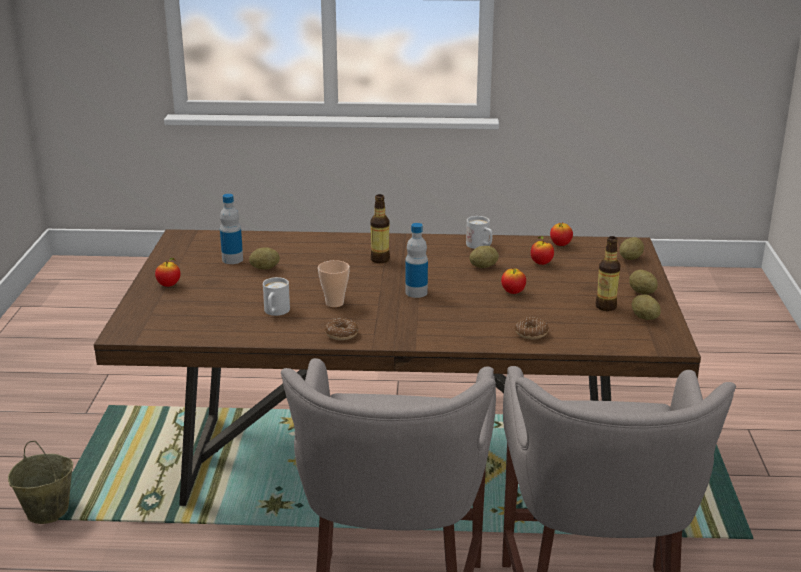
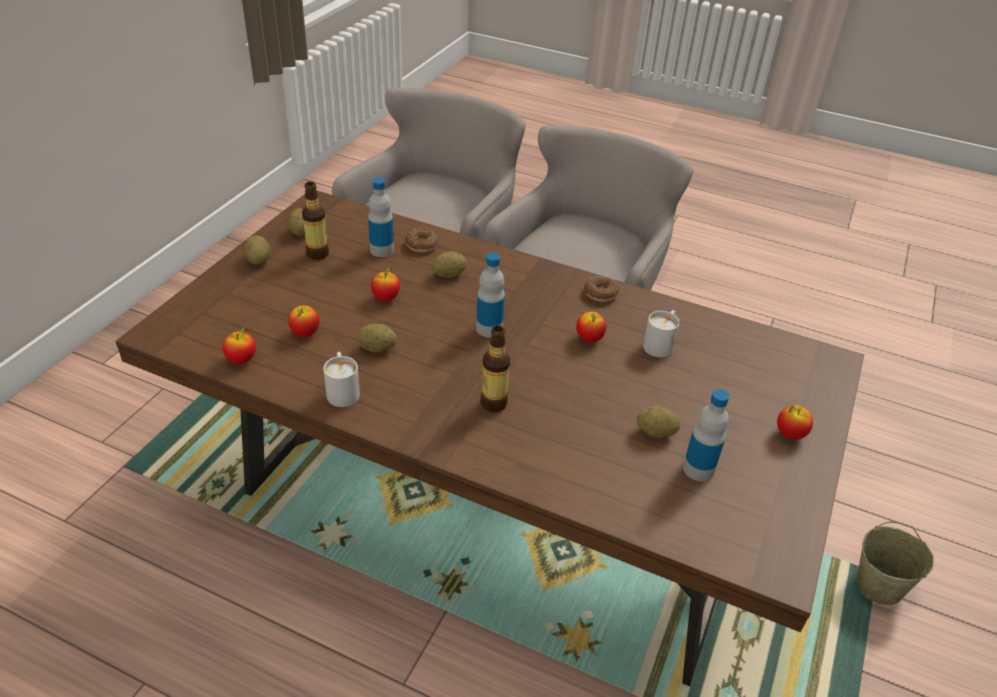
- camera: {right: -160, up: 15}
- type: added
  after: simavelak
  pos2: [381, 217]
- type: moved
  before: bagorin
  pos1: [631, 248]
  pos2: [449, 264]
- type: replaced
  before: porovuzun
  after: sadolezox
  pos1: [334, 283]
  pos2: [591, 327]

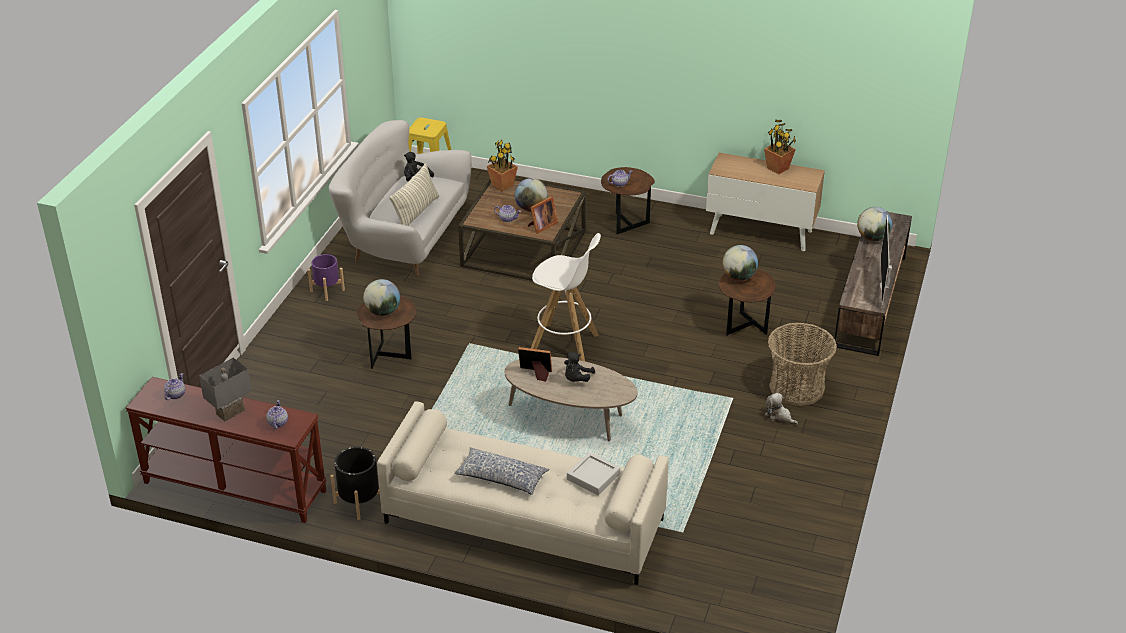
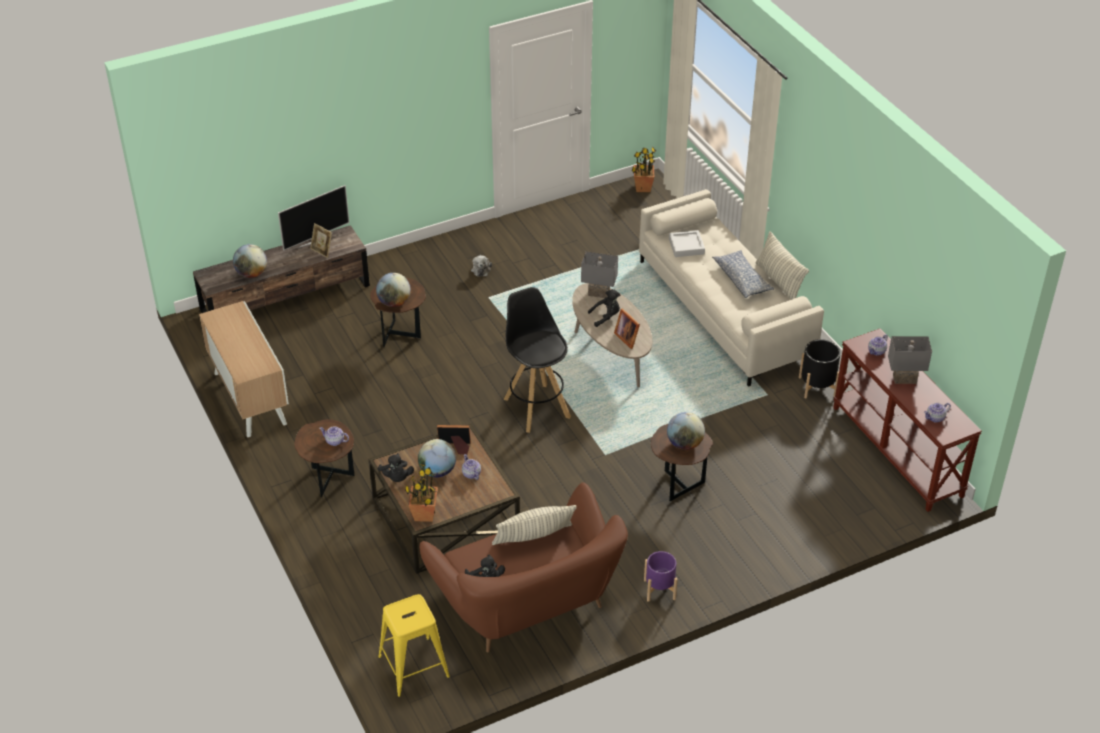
- camera: {right: -135, up: 5}
- type: added
  after: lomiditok
  pos2: [321, 240]
- type: added
  after: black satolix
  pos2: [396, 467]
- type: recoloured
  before: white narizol
  after: brown narizol
  pos1: [400, 198]
  pos2: [523, 567]
- type: recoloured
  before: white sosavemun
  after: black sosavemun
  pos1: [566, 297]
  pos2: [537, 360]
- type: added
  after: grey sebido
  pos2: [599, 274]
- type: moved
  before: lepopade
  pos1: [780, 147]
  pos2: [643, 169]
- type: added
  after: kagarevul
  pos2: [782, 265]
- type: removed
  before: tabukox
  pos1: [802, 364]

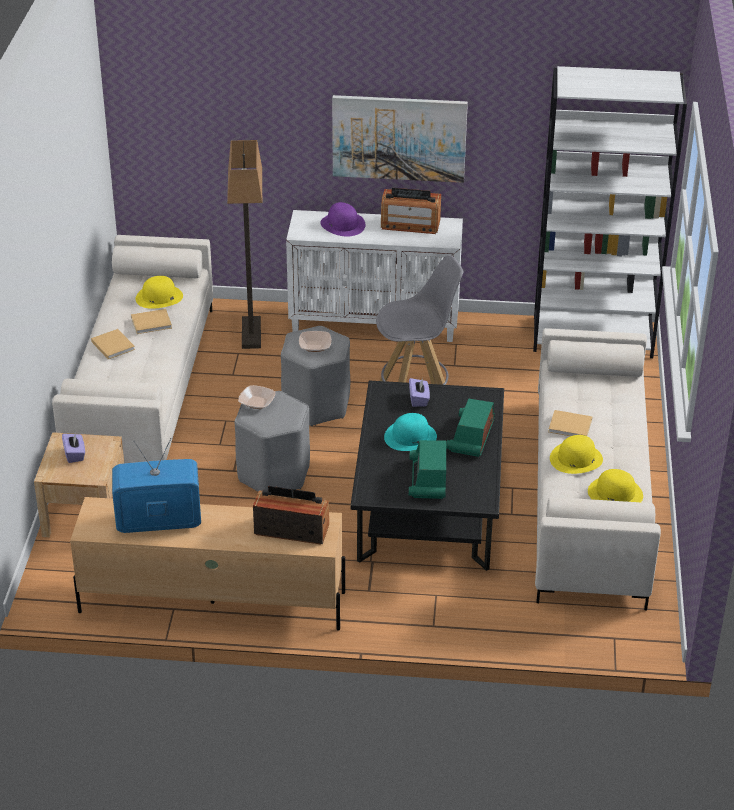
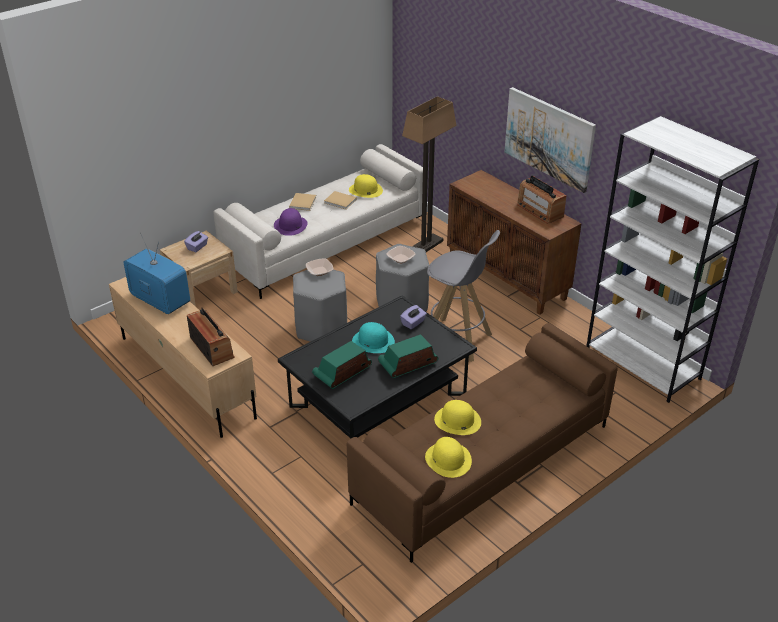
- camera: {right: 45, up: 0}
- type: moved
  before: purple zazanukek
  pos1: [343, 219]
  pos2: [291, 222]
- type: recoloured
  before: white narizol
  after: brown narizol
  pos1: [598, 469]
  pos2: [482, 443]
- type: recoloured
  before: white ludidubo
  after: brown ludidubo
  pos1: [374, 276]
  pos2: [514, 242]
- type: removed
  before: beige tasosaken
  pos1: [570, 423]

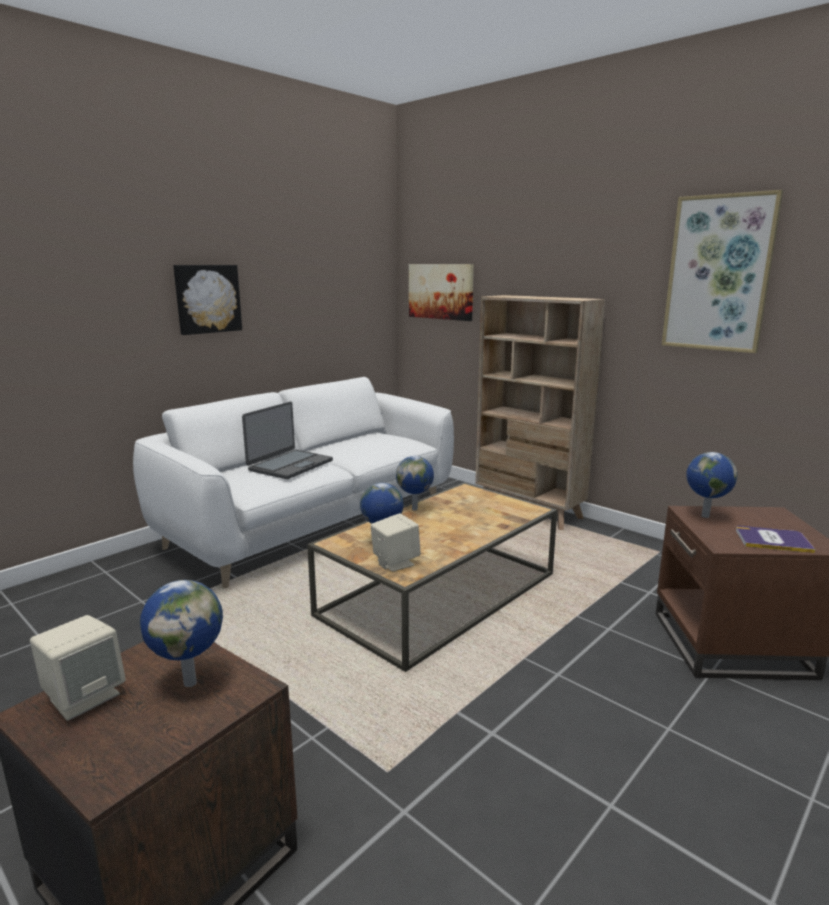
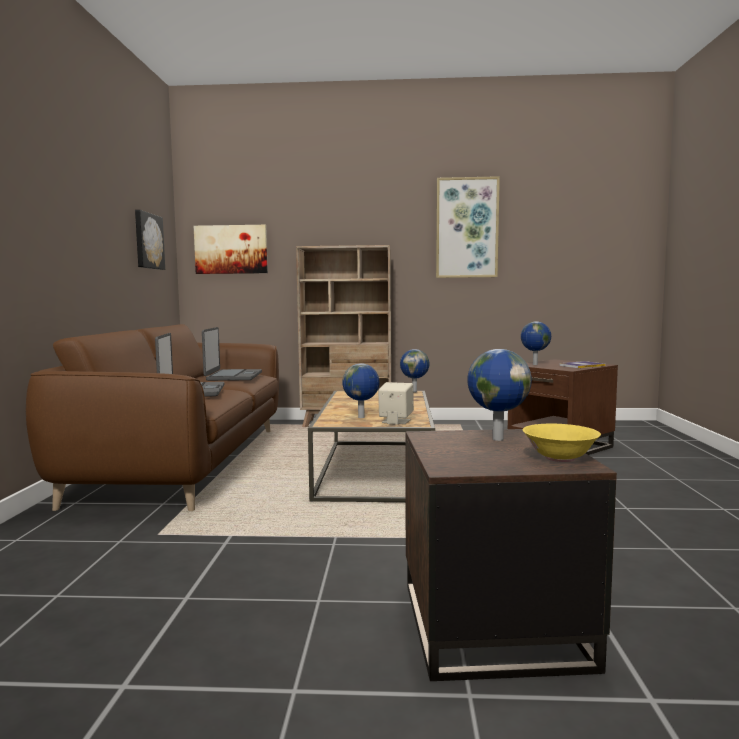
- camera: {right: -40, up: -10}
- type: recoloured
  before: white narizol
  after: brown narizol
  pos1: [293, 482]
  pos2: [152, 417]
- type: moved
  before: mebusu
  pos1: [207, 300]
  pos2: [150, 240]
- type: added
  after: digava
  pos2: [232, 354]
- type: moved
  before: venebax
  pos1: [415, 483]
  pos2: [414, 370]
- type: added
  after: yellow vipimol
  pos2: [561, 443]
- type: removed
  before: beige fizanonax
  pos1: [78, 668]

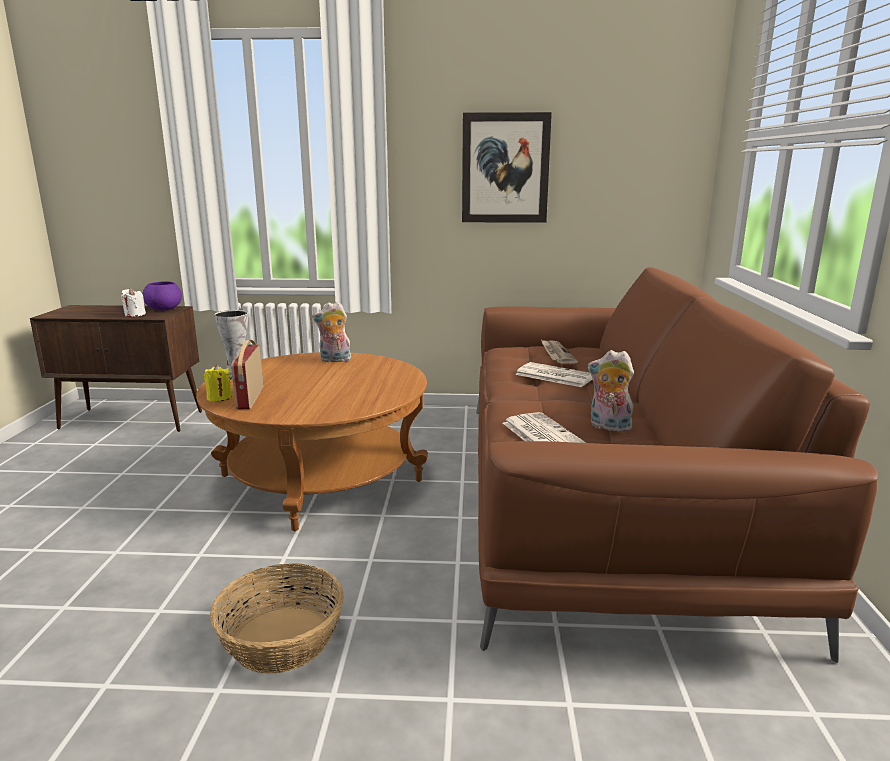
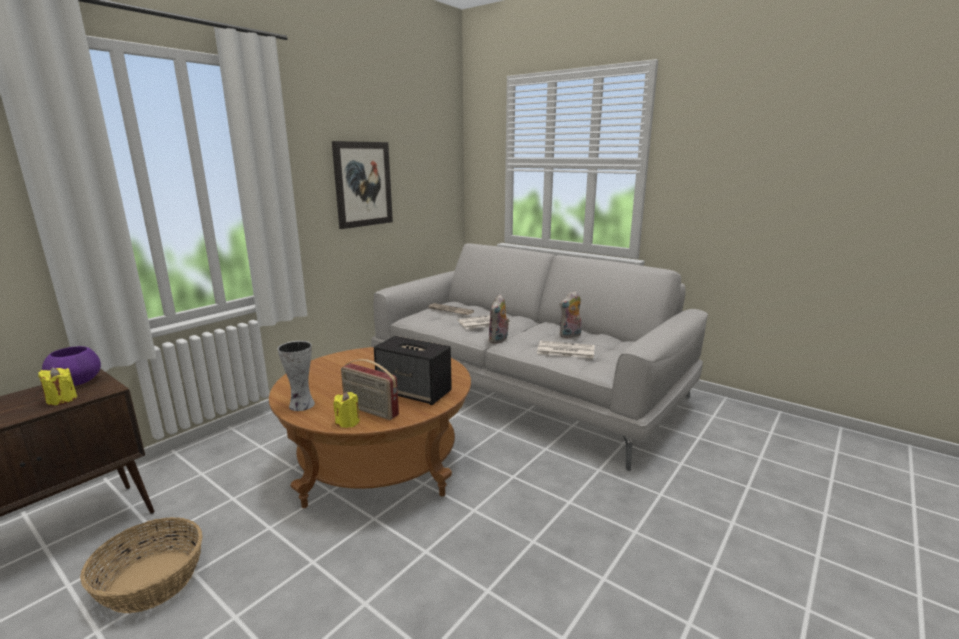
- camera: {right: -55, up: 0}
- type: recoloured
  before: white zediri
  after: yellow zediri
  pos1: [133, 302]
  pos2: [57, 386]
- type: moved
  before: tabukox
  pos1: [277, 618]
  pos2: [141, 565]
- type: recoloured
  before: brown narizol
  after: grey narizol
  pos1: [677, 465]
  pos2: [539, 357]
- type: added
  after: fizanonax
  pos2: [413, 370]
- type: moved
  before: satolix
  pos1: [331, 332]
  pos2: [499, 319]

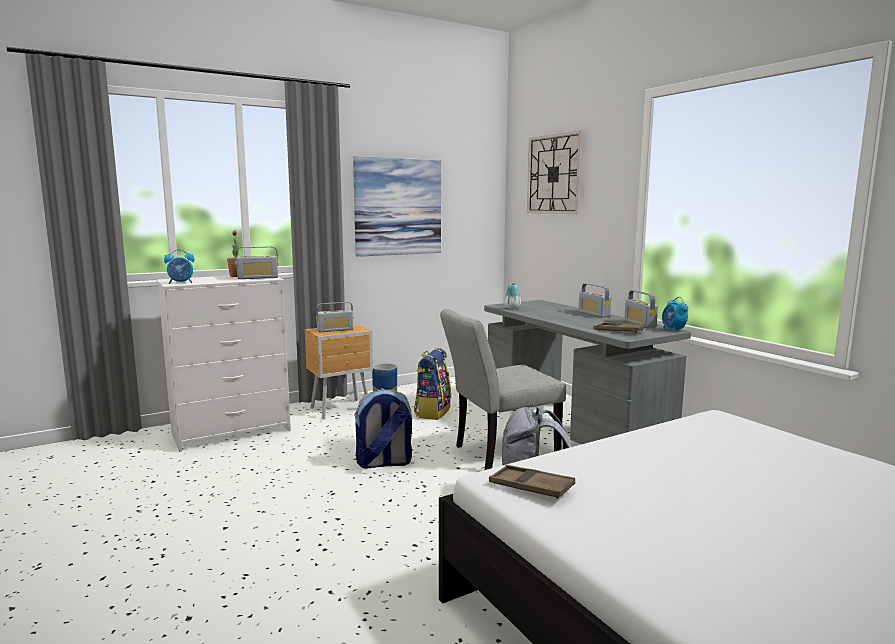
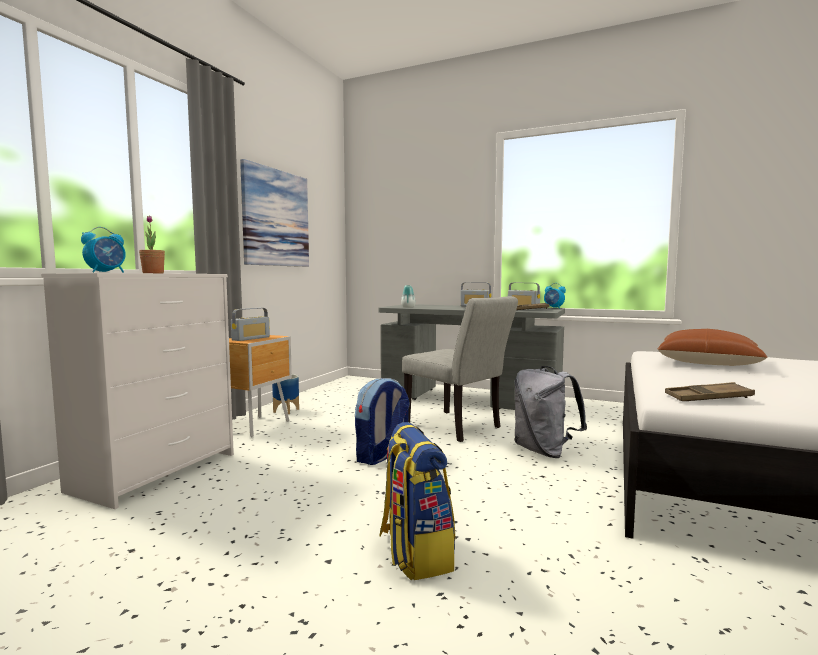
- camera: {right: -35, up: -5}
- type: moved
  before: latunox
  pos1: [432, 384]
  pos2: [417, 501]
- type: turned
  before: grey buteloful
  pos1: [503, 389]
  pos2: [460, 369]
  turn: -75
- type: added
  after: brown kagarevul
  pos2: [713, 347]
- type: removed
  before: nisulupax
  pos1: [257, 262]
- type: removed
  before: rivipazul
  pos1: [555, 172]

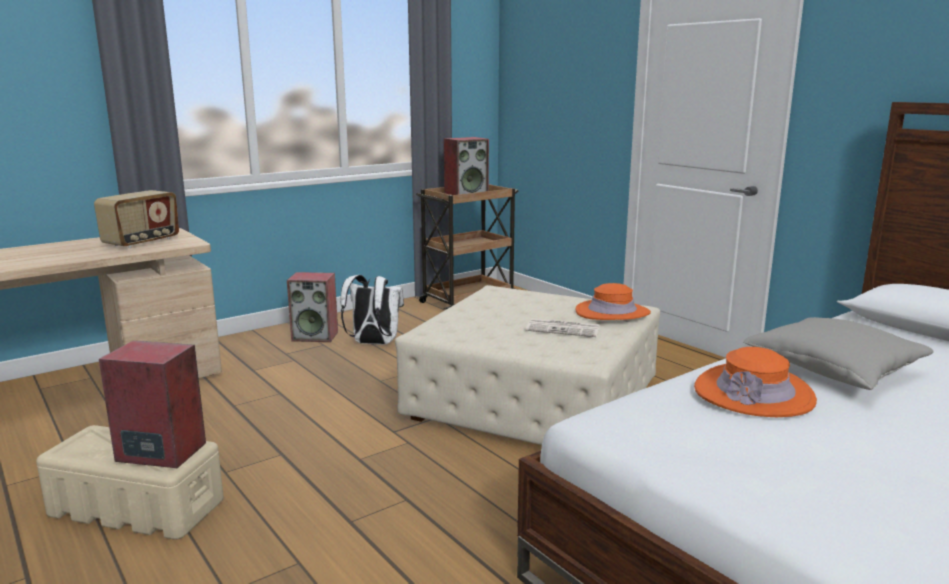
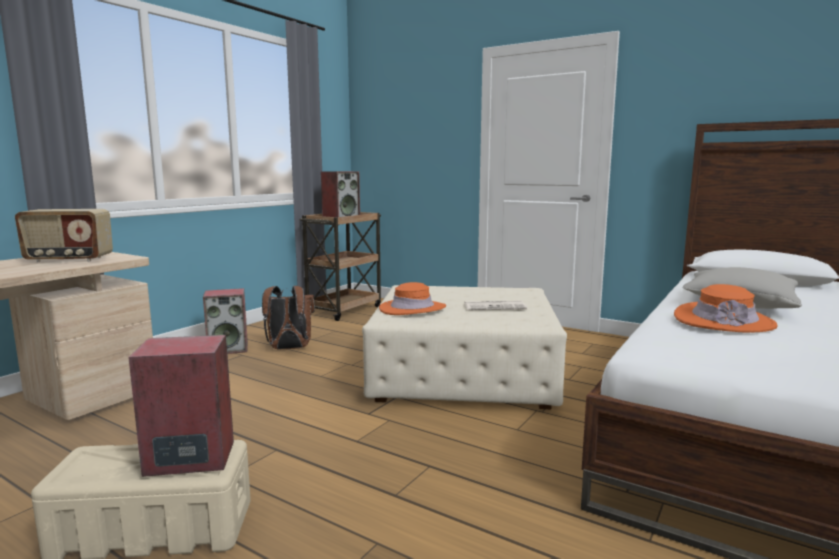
- camera: {right: -20, up: -5}
- type: turned
  before: nisulupax
  pos1: [136, 219]
  pos2: [64, 236]
  turn: 75
- type: recoloured
  before: white latunox
  after: brown latunox
  pos1: [372, 310]
  pos2: [288, 318]
- type: moved
  before: orange zazanukek
  pos1: [613, 301]
  pos2: [412, 298]

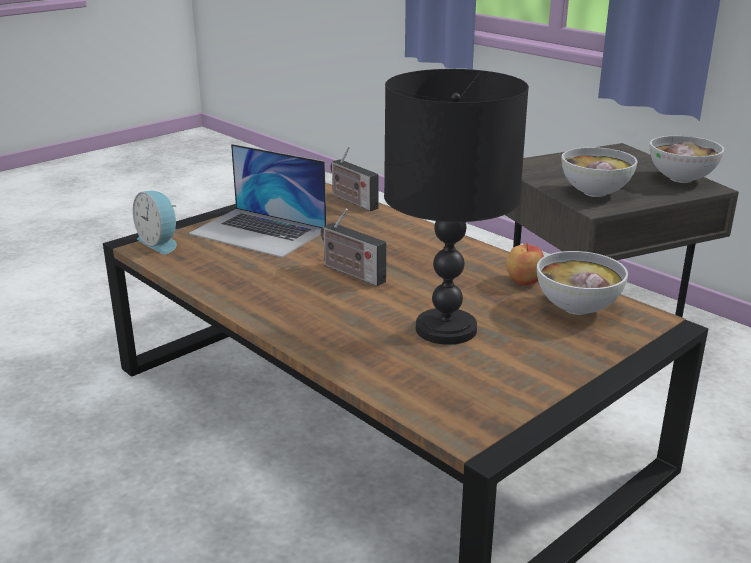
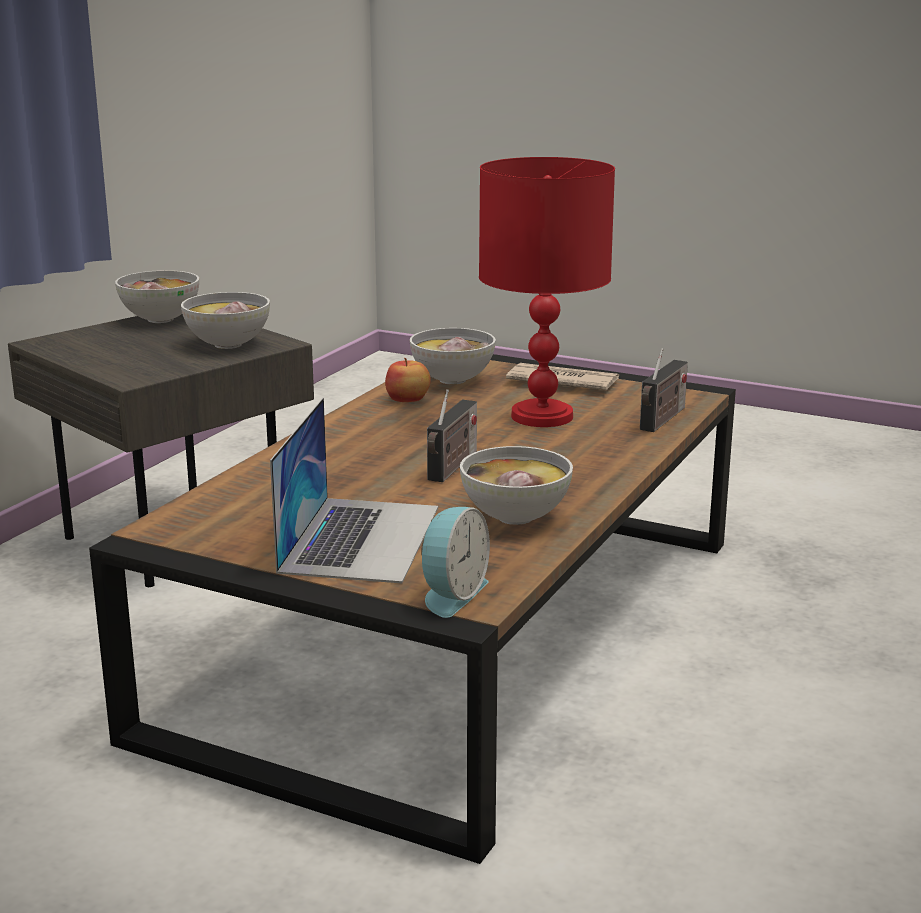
- camera: {right: -110, up: -5}
- type: added
  after: vipimol
  pos2: [516, 485]
- type: recoloured
  before: black sebido
  after: red sebido
  pos1: [456, 207]
  pos2: [547, 292]
- type: added
  after: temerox
  pos2: [562, 376]
- type: moved
  before: nisulupax
  pos1: [354, 178]
  pos2: [664, 390]

